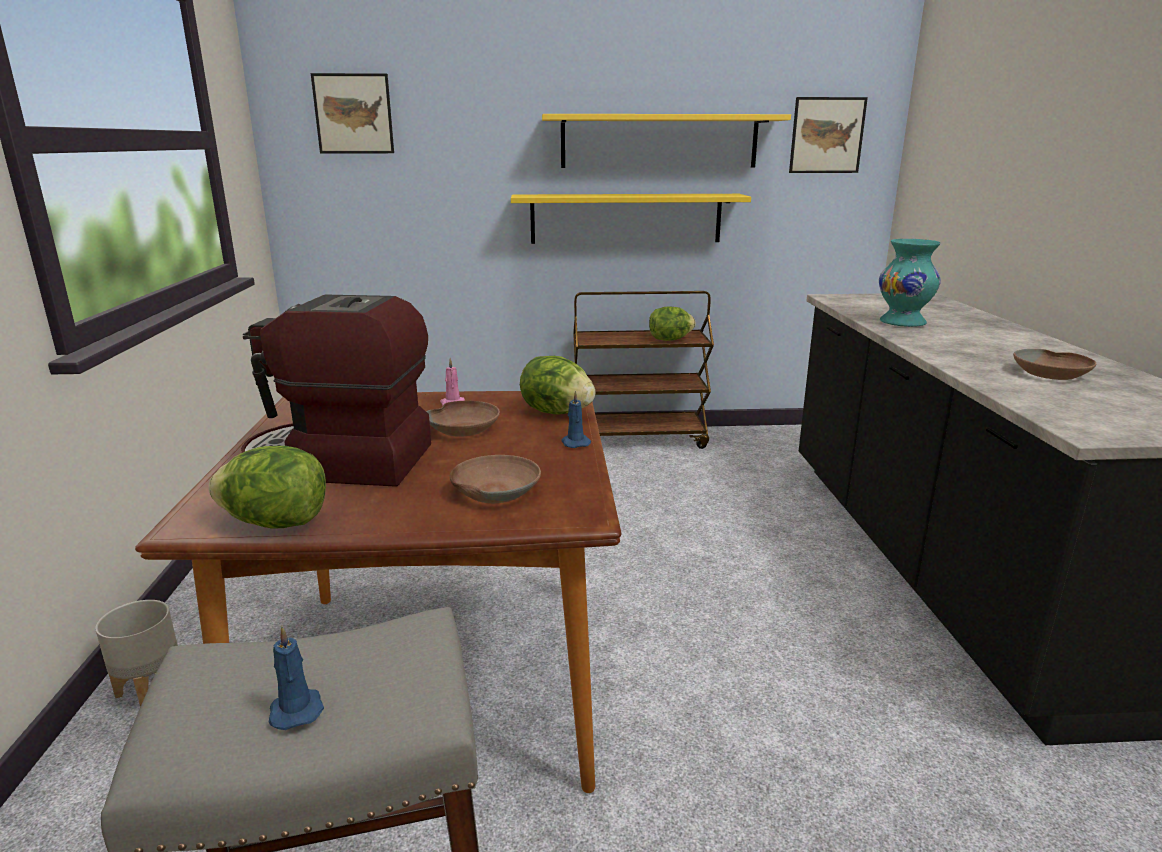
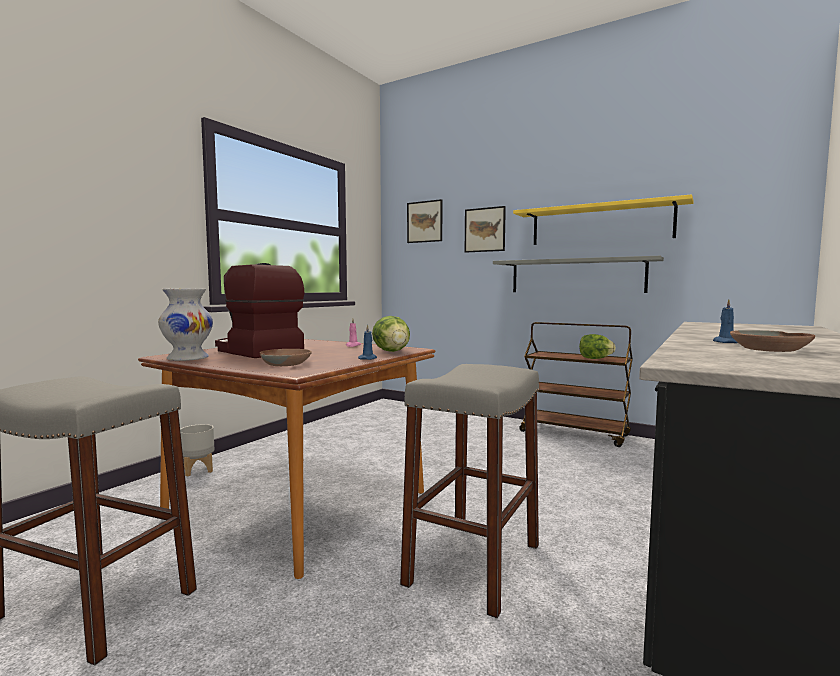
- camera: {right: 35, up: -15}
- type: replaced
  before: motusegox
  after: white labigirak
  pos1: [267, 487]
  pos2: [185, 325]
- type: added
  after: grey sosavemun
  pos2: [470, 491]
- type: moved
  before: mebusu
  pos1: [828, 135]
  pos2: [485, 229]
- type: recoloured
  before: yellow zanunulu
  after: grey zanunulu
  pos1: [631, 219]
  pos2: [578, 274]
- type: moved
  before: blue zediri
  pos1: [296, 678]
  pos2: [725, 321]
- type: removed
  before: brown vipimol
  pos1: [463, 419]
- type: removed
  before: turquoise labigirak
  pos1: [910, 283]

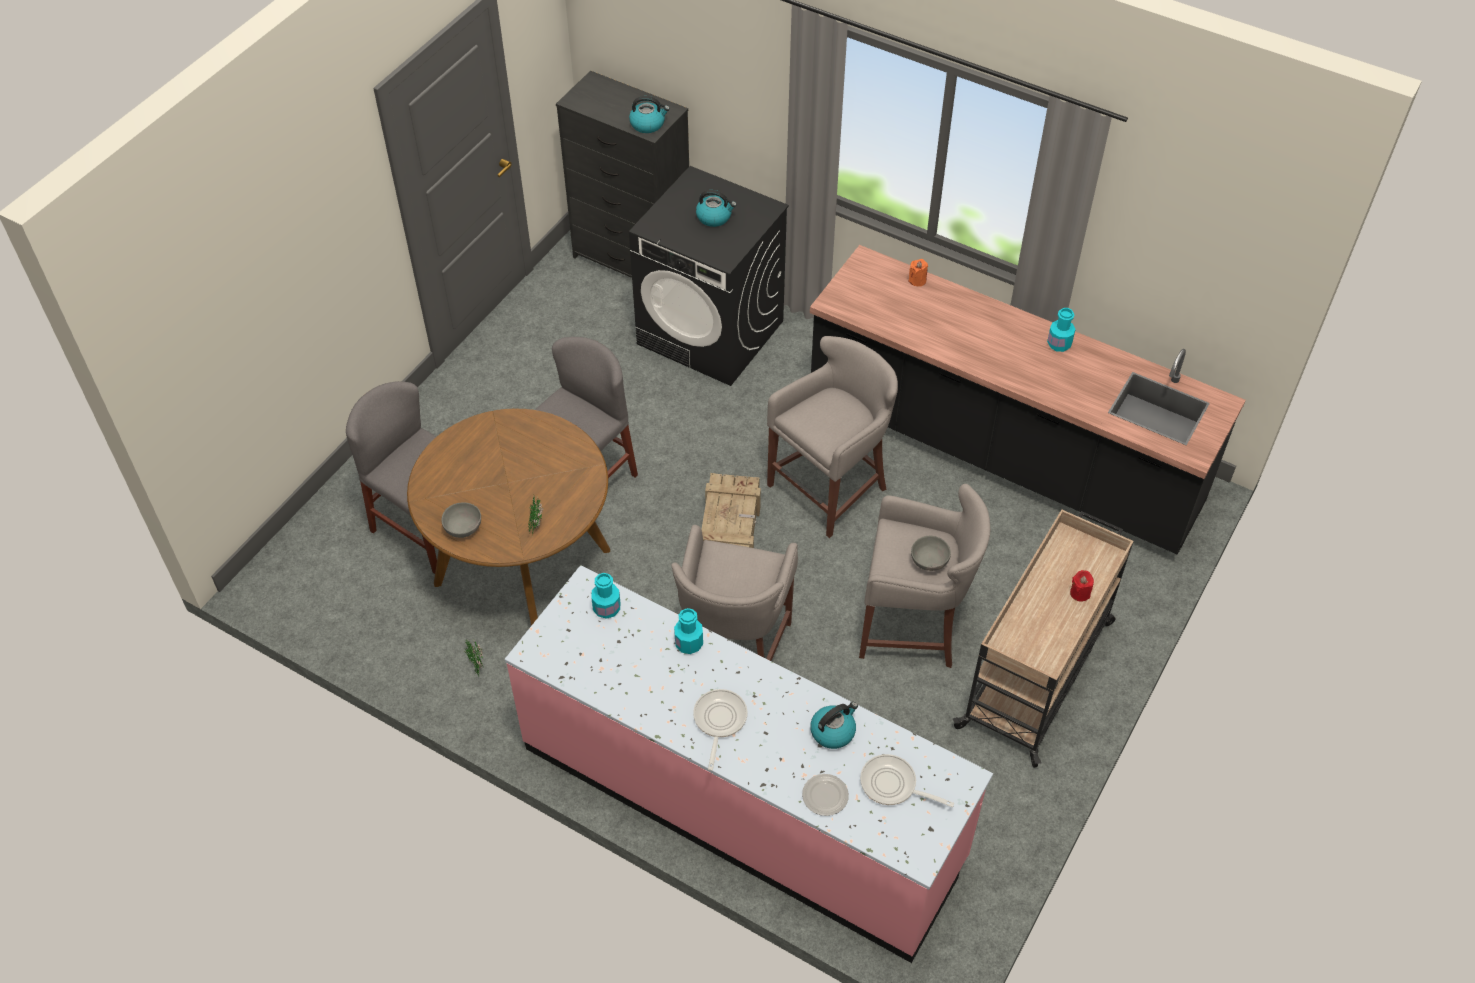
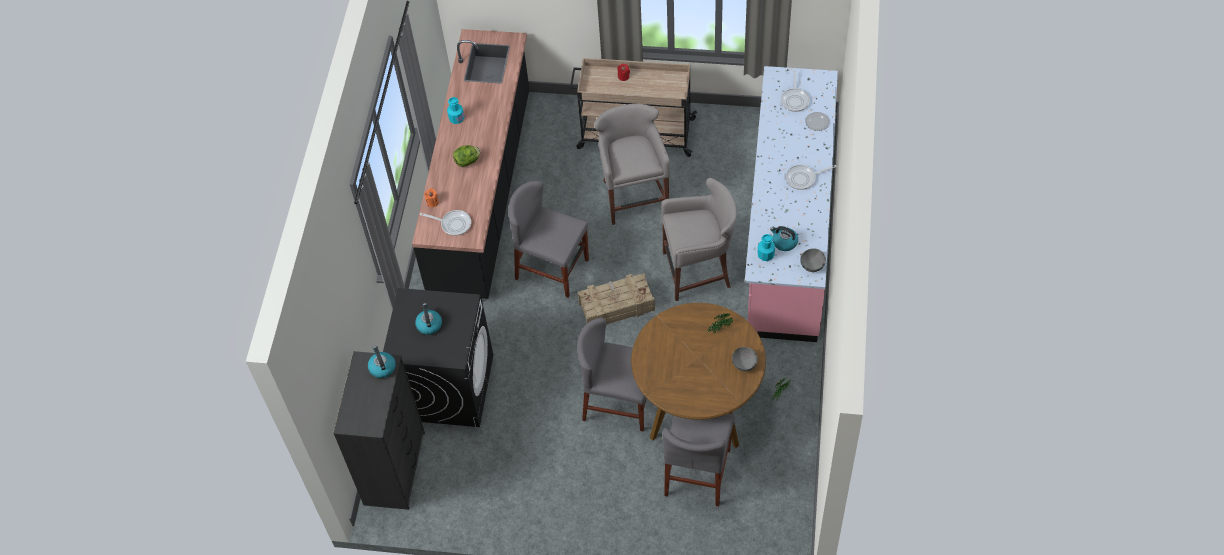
- camera: {right: -110, up: 5}
- type: added
  after: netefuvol
  pos2: [445, 223]
- type: added
  after: motusegox
  pos2: [466, 156]
- type: replaced
  before: grey sosavemun
  after: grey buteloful
  pos1: [832, 437]
  pos2: [549, 239]
- type: moved
  before: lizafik
  pos1: [834, 725]
  pos2: [784, 238]
- type: moved
  before: grey vipimol
  pos1: [931, 553]
  pos2: [813, 260]
- type: removed
  before: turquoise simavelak
  pos1: [688, 631]

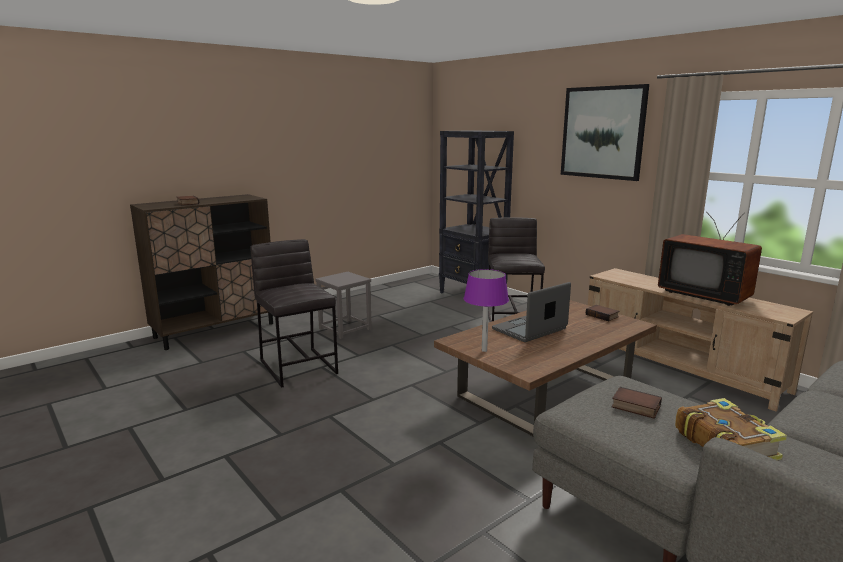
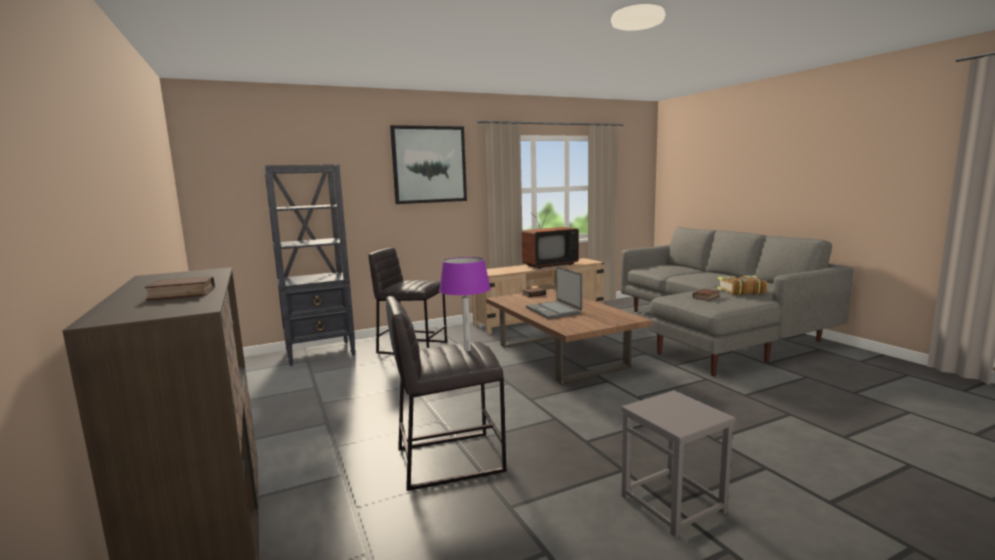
- camera: {right: -75, up: -5}
- type: moved
  before: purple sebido
  pos1: [486, 310]
  pos2: [465, 304]
- type: moved
  before: grey sosavemun
  pos1: [343, 305]
  pos2: [678, 464]

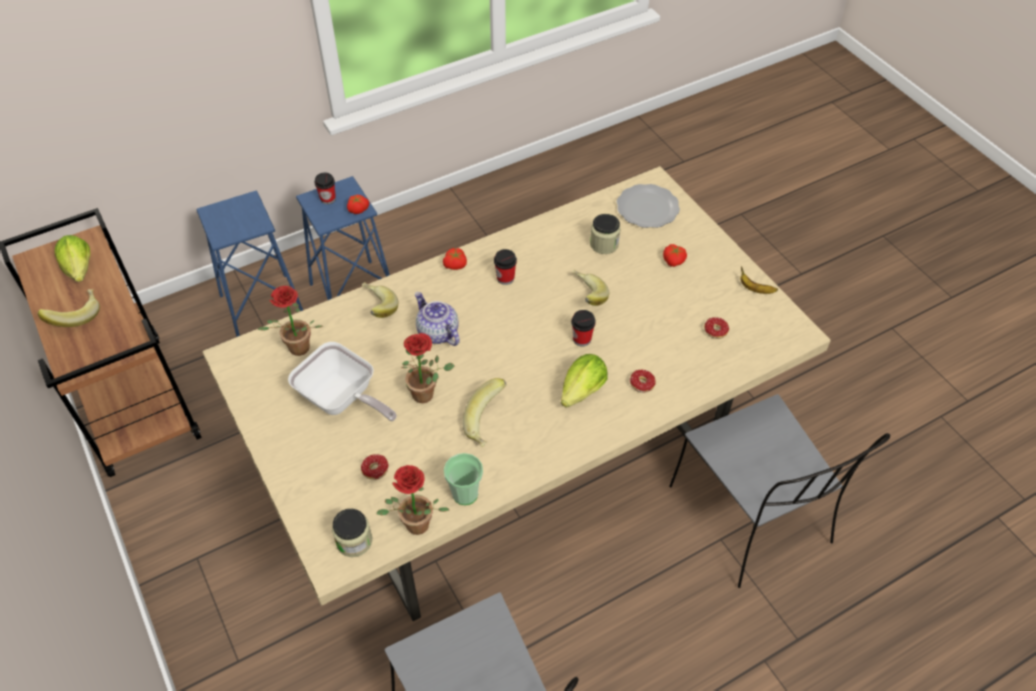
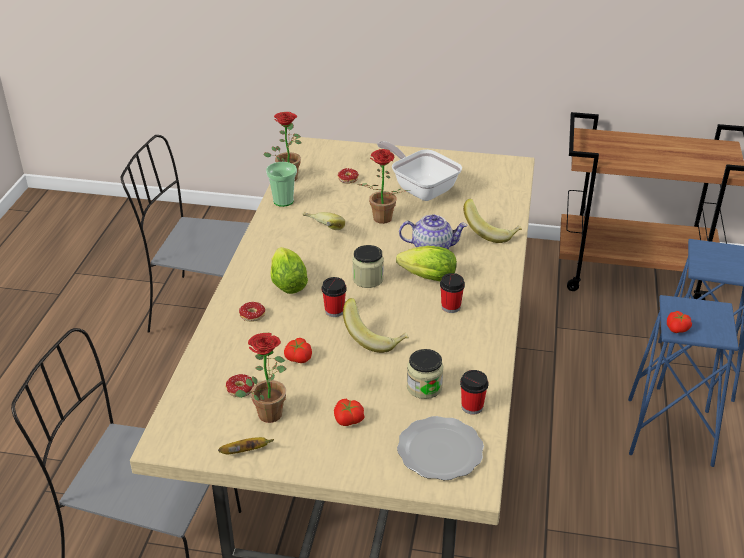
- camera: {right: 130, up: -15}
- type: moved
  before: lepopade
  pos1: [290, 321]
  pos2: [260, 378]
- type: moved
  before: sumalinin
  pos1: [455, 259]
  pos2: [298, 350]
- type: moved
  before: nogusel
  pos1: [352, 533]
  pos2: [368, 266]
- type: turned
  before: netefuvol
  pos1: [342, 381]
  pos2: [419, 171]
  turn: 60
- type: moved
  before: motusegox
  pos1: [72, 258]
  pos2: [426, 263]
- type: moved
  before: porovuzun
  pos1: [325, 188]
  pos2: [474, 392]
- type: removed
  before: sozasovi
  pos1: [68, 308]

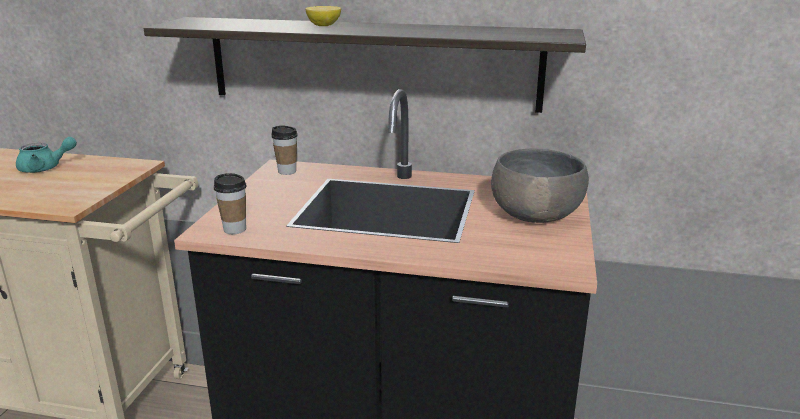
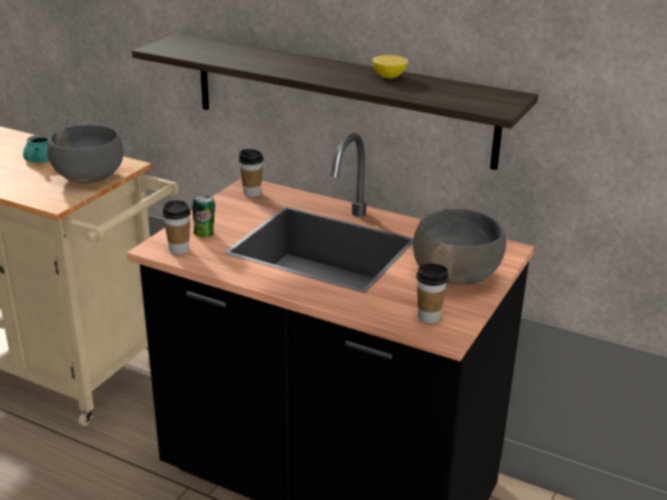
- camera: {right: 15, up: 5}
- type: added
  after: grey vipimol
  pos2: [85, 154]
- type: added
  after: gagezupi
  pos2: [203, 216]
- type: moved
  before: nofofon
  pos1: [323, 16]
  pos2: [390, 66]
- type: added
  after: porovuzun
  pos2: [432, 293]

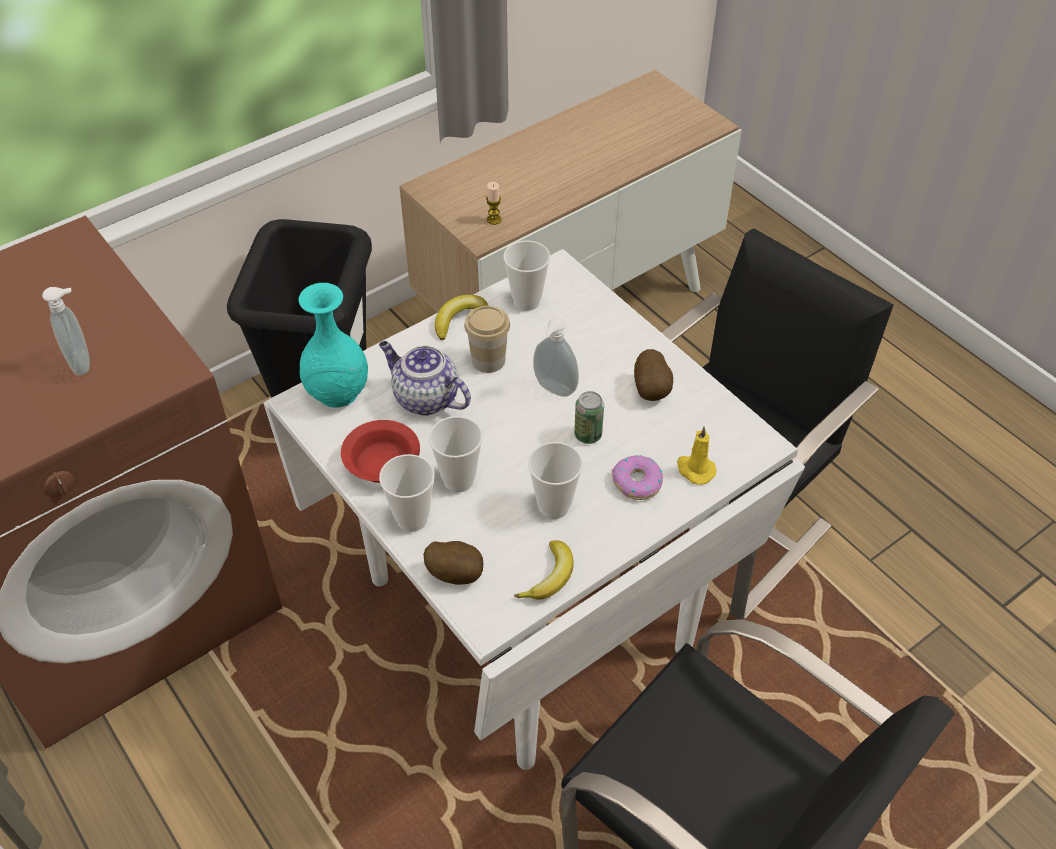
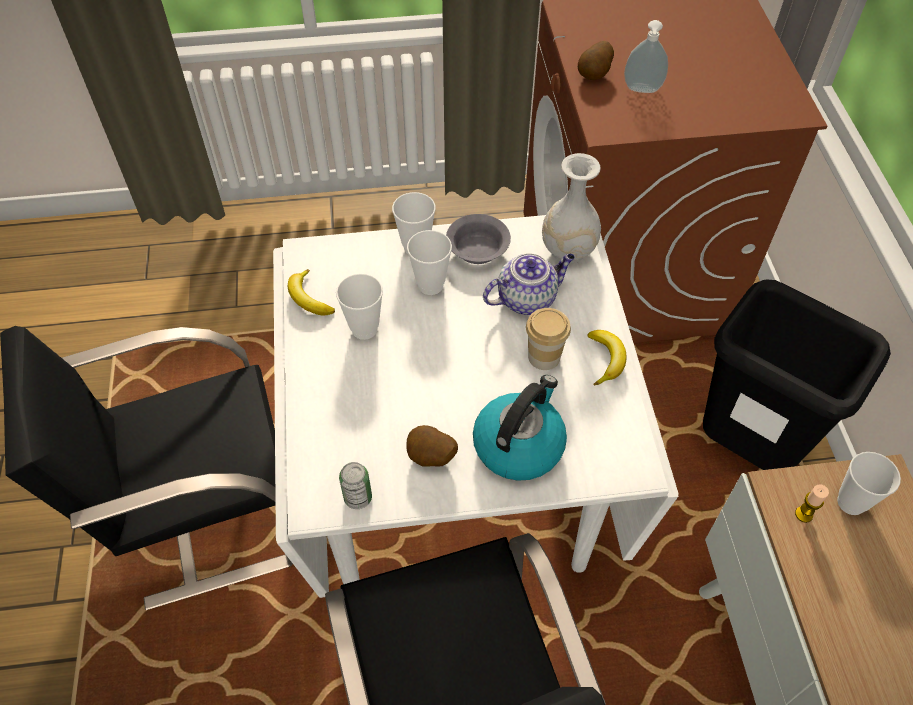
- camera: {right: 120, up: 5}
- type: moved
  before: gagezupi
  pos1: [589, 417]
  pos2: [355, 485]
- type: recoloured
  before: red vipimol
  after: grey vipimol
  pos1: [380, 451]
  pos2: [478, 239]
- type: added
  after: lizafik
  pos2: [520, 428]
- type: recoloured
  before: turquoise labigirak
  after: white labigirak
  pos1: [333, 345]
  pos2: [571, 208]
- type: moved
  before: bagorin
  pos1: [453, 563]
  pos2: [596, 60]
- type: moved
  before: porovuzun
  pos1: [526, 276]
  pos2: [869, 483]
- type: removed
  before: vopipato
  pos1: [556, 357]
- type: removed
  before: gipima
  pos1: [637, 477]
- type: removed
  before: yellow zediri
  pos1: [696, 455]

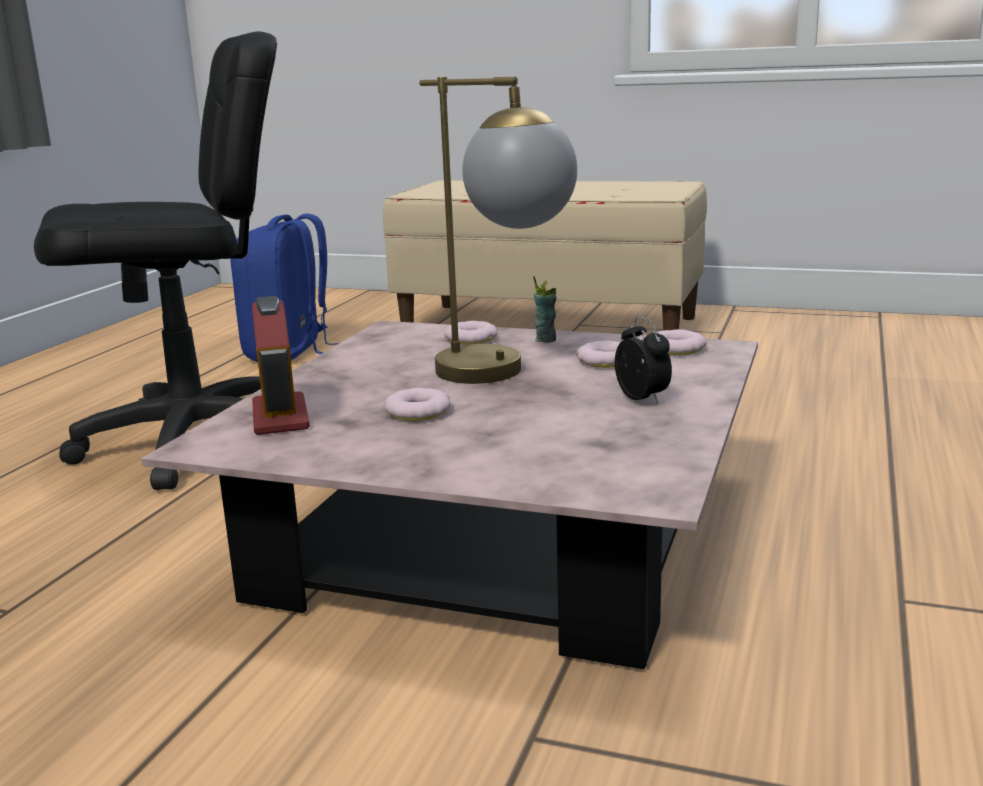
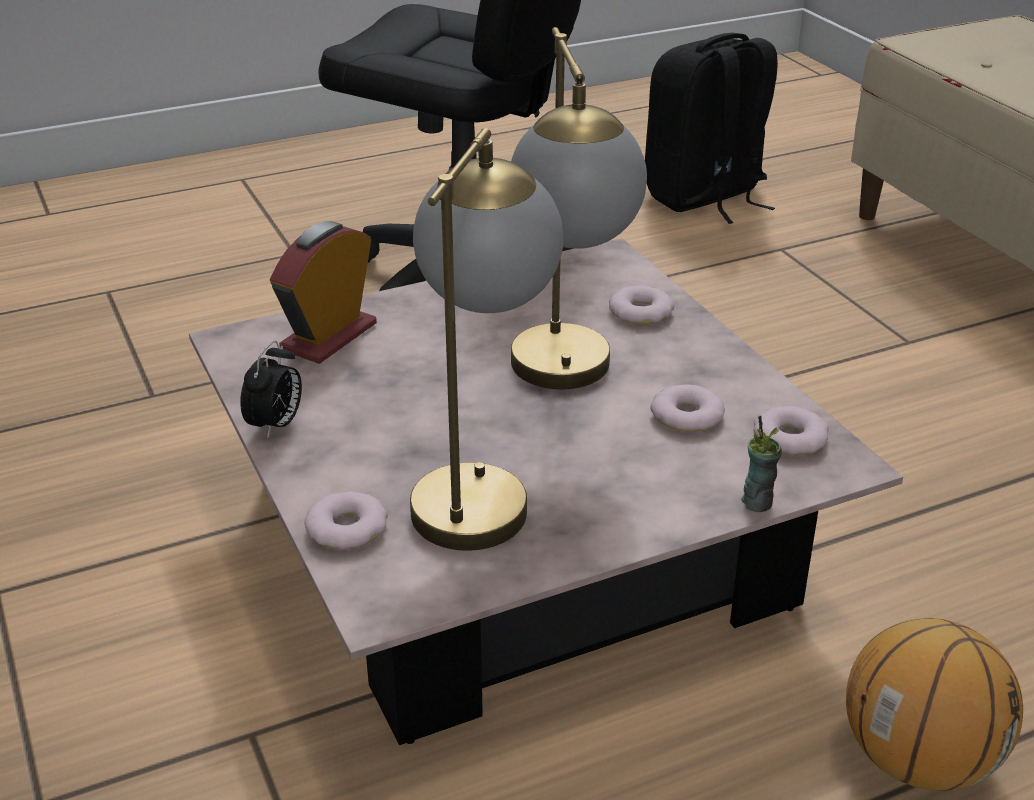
- camera: {right: 45, up: 15}
- type: moved
  before: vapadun
  pos1: [643, 361]
  pos2: [271, 390]
- type: moved
  before: gipima
  pos1: [417, 404]
  pos2: [346, 520]
- type: added
  after: sebido
  pos2: [486, 339]
- type: recoloured
  before: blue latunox
  after: black latunox
  pos1: [284, 287]
  pos2: [711, 128]
- type: moved
  before: porovuzun
  pos1: [544, 309]
  pos2: [761, 464]
- type: added
  after: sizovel
  pos2: [934, 704]

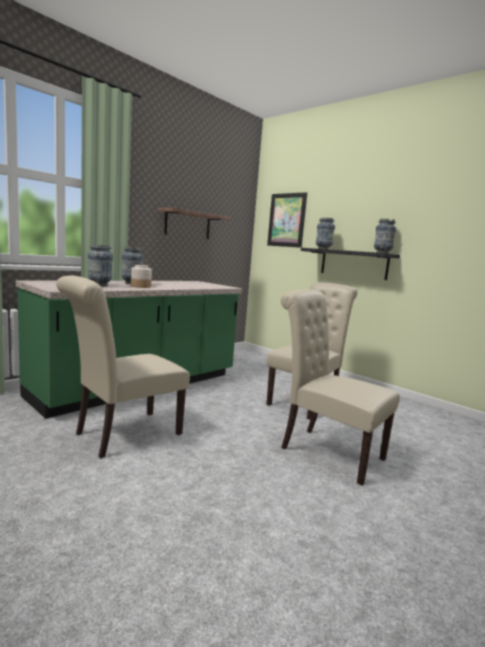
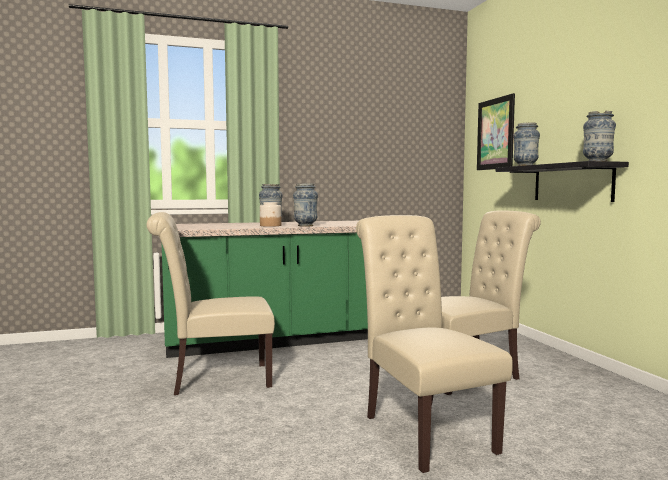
- camera: {right: 30, up: -5}
- type: moved
  before: labigirak
  pos1: [100, 265]
  pos2: [305, 205]
- type: removed
  before: zanunulu
  pos1: [194, 223]

